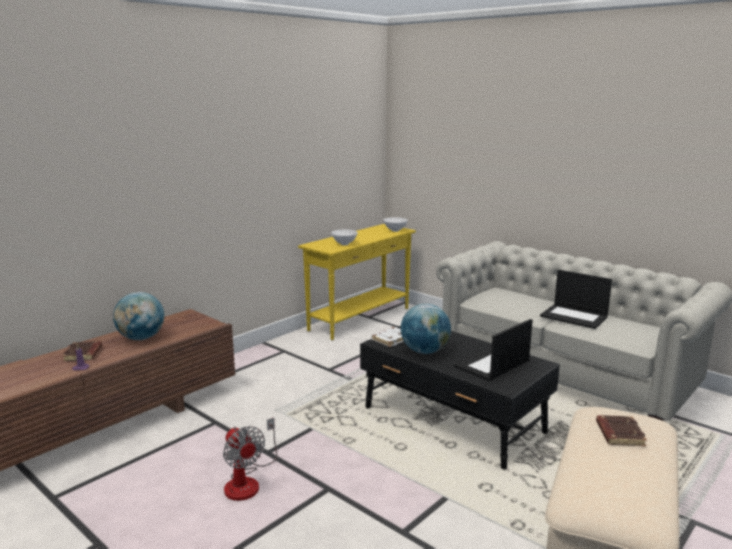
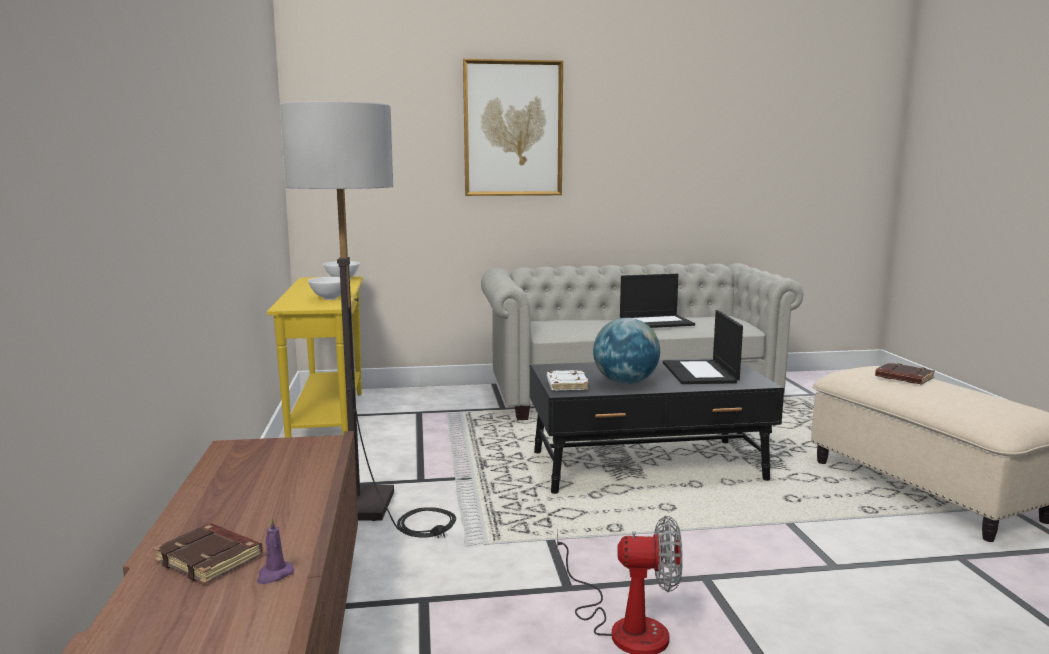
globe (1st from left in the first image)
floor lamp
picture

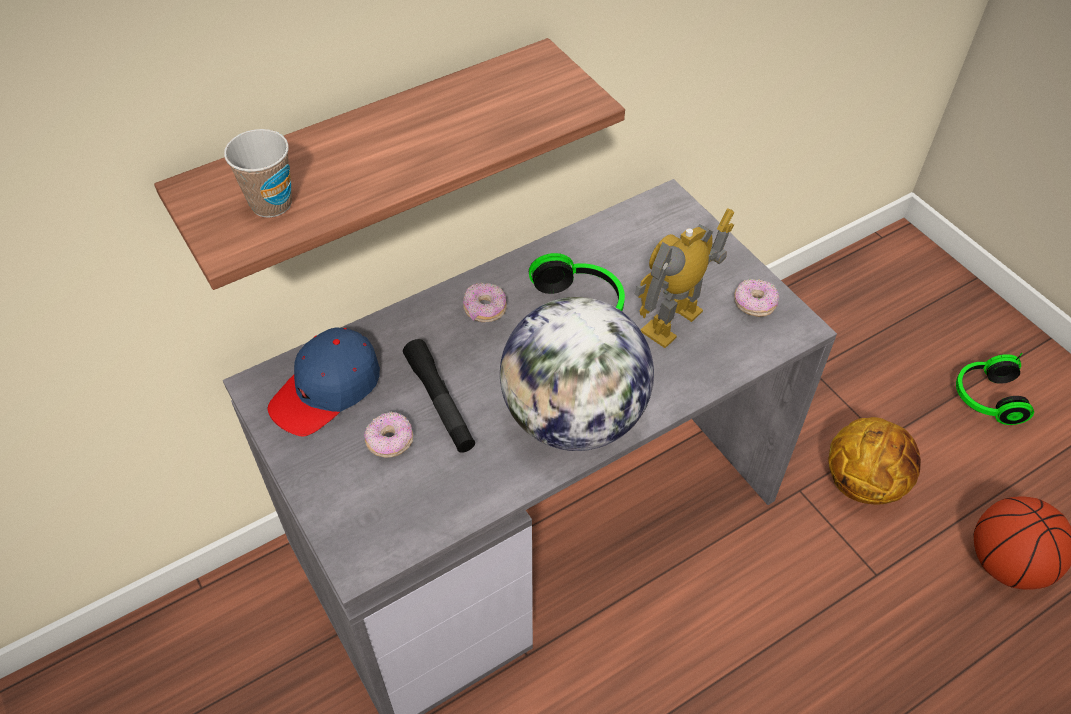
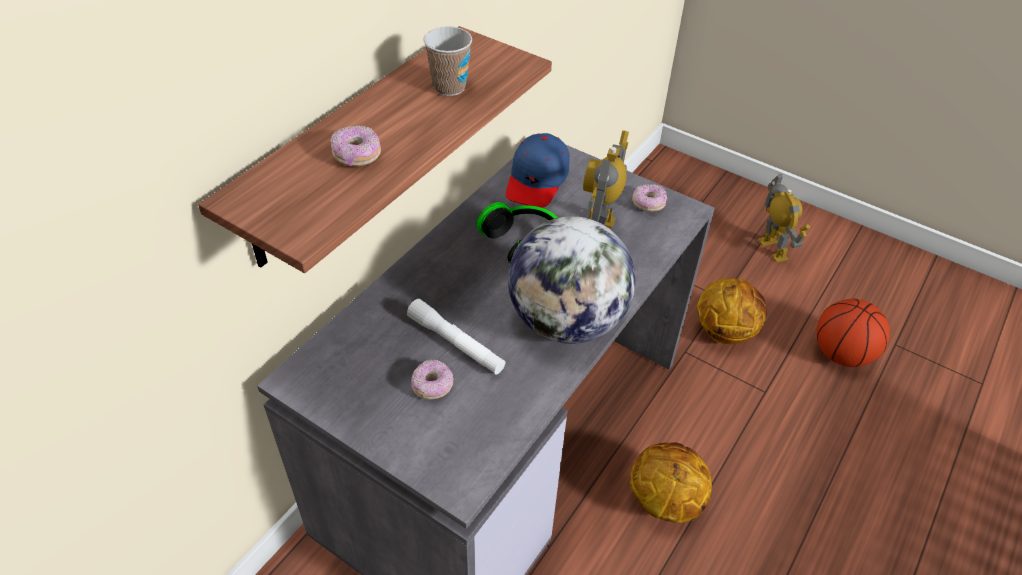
basketball (1st from left)
cup
blue cap
donut (1st from left)
toy robot (2nd from left)
white flashlight

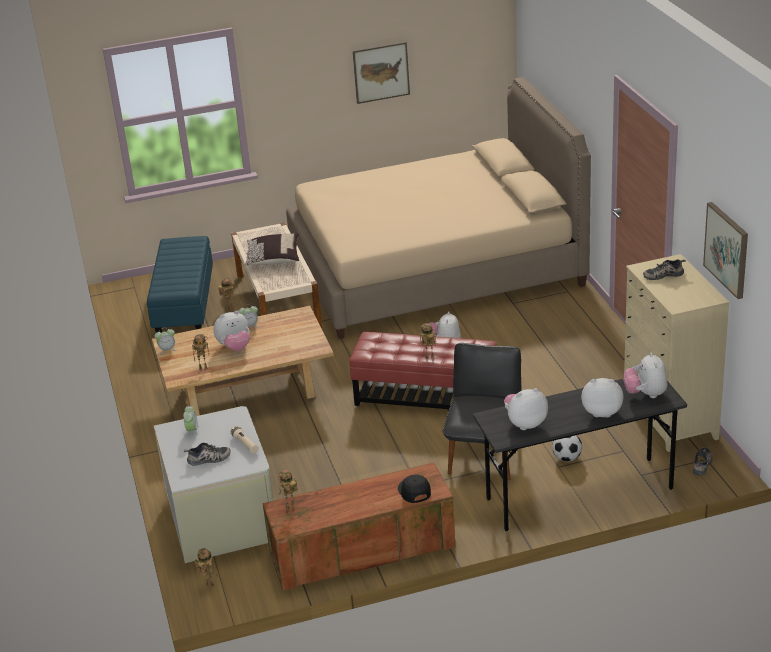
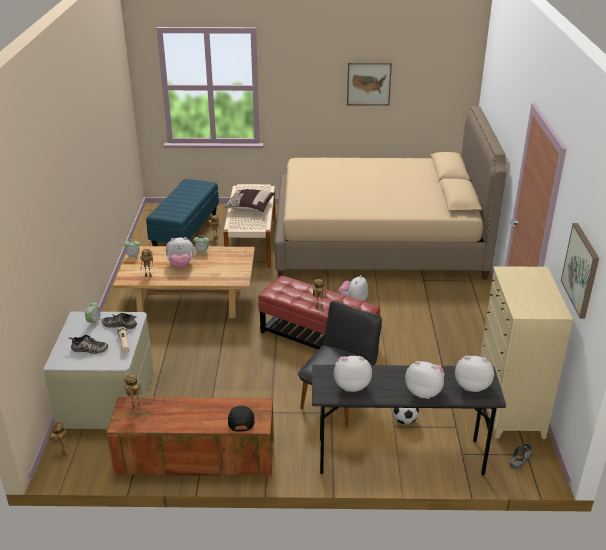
shoe (2nd from left)
plush toy (5th from left)

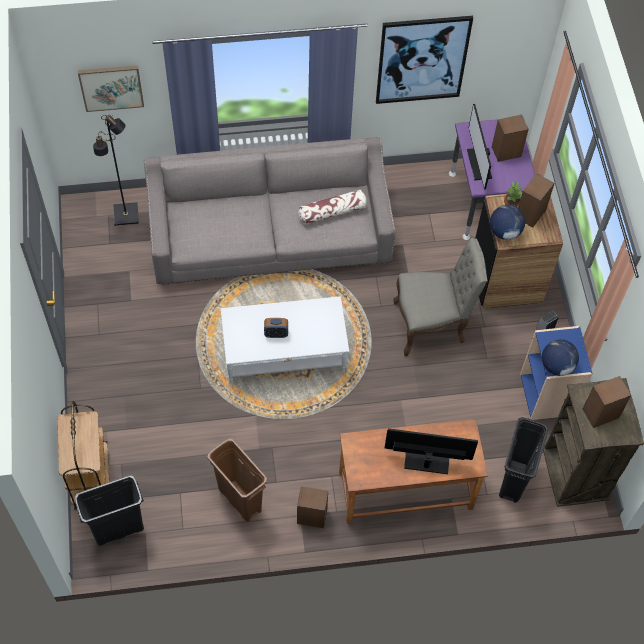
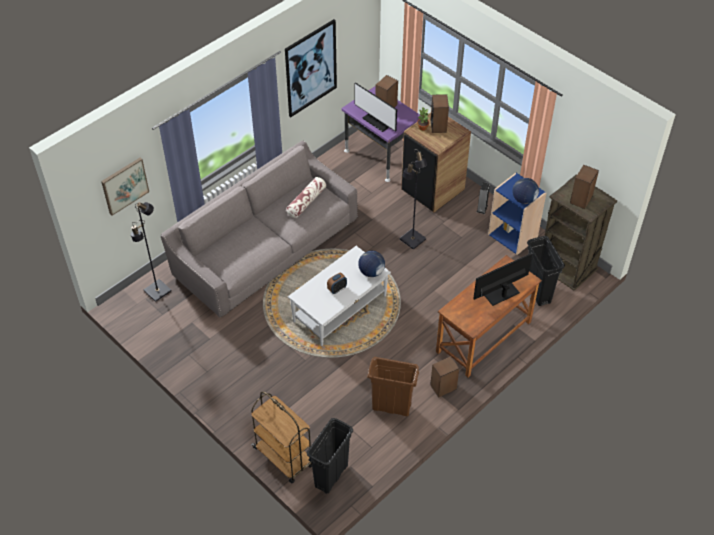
globe (1st from left)
black floor lamp (2nd from left)

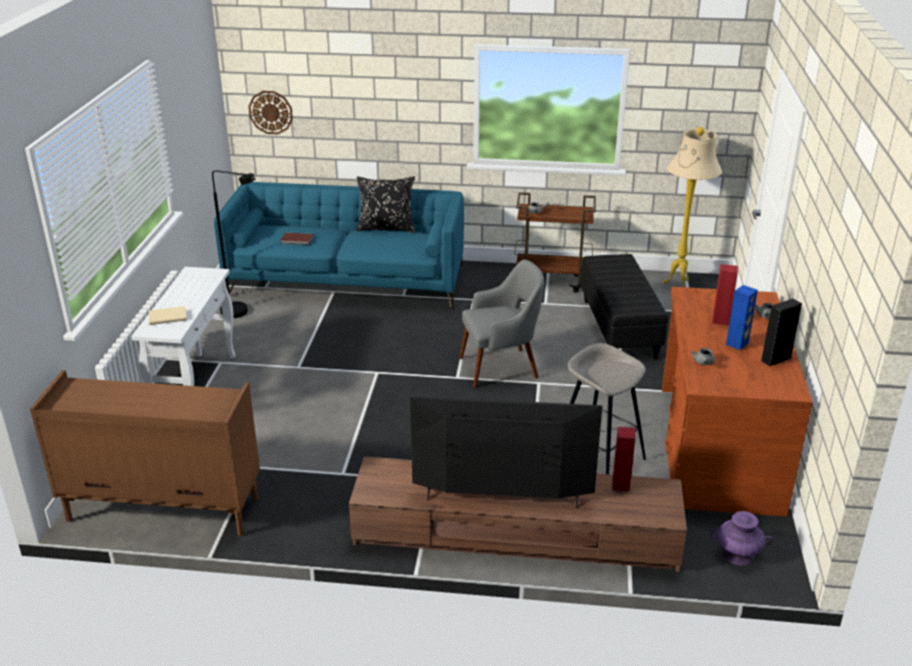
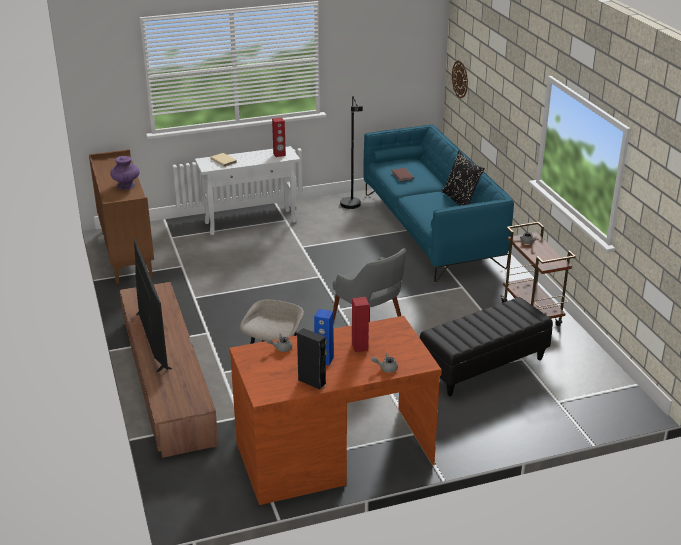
beige floor lamp
red speaker (1st from left)
purple vase

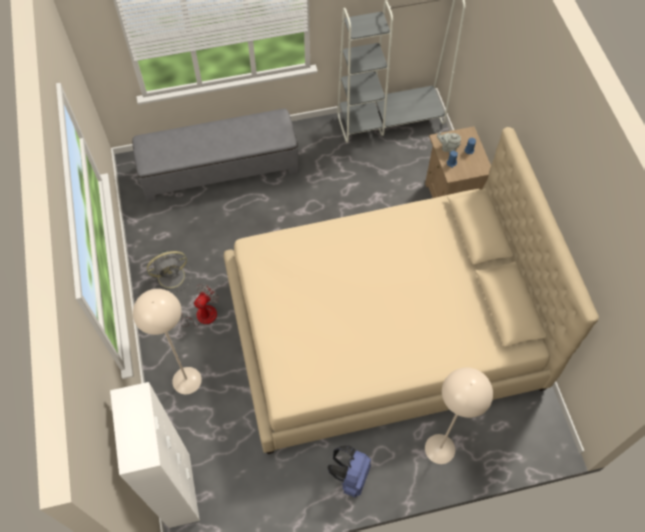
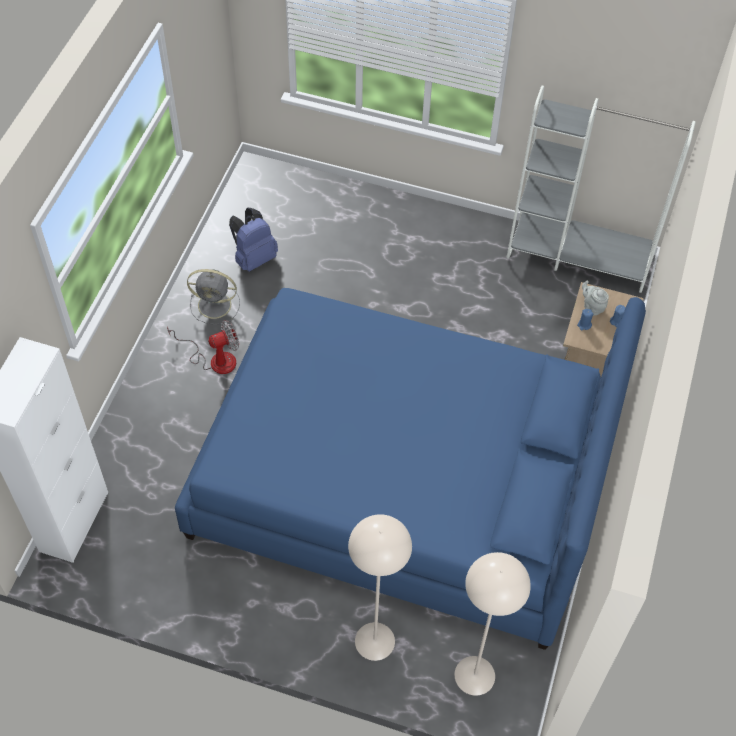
grey bench
beige floor lamp (2nd from left)
blue backpack
blue bed

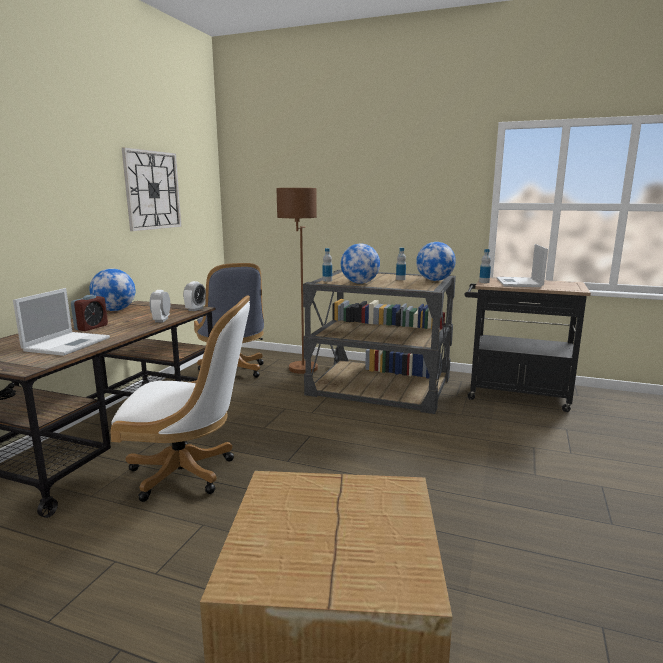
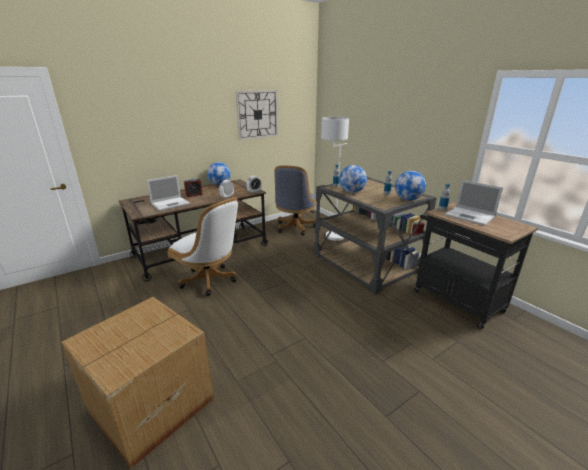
white floor lamp
laptop (2nd from left)

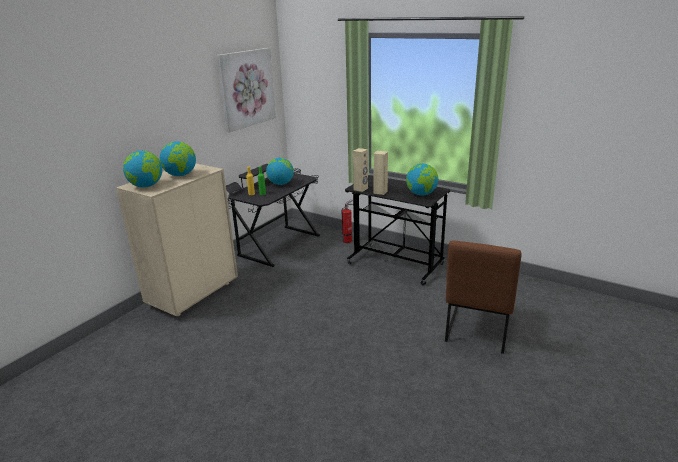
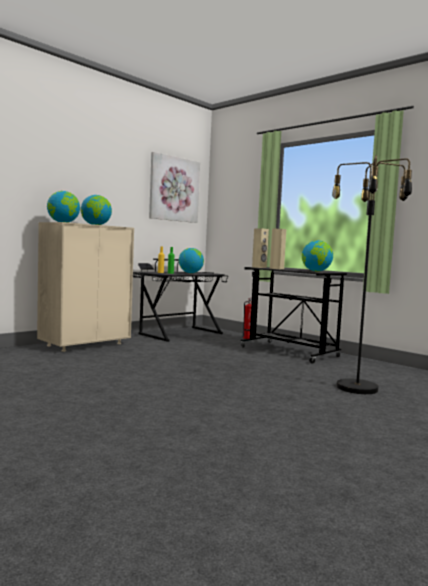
floor lamp

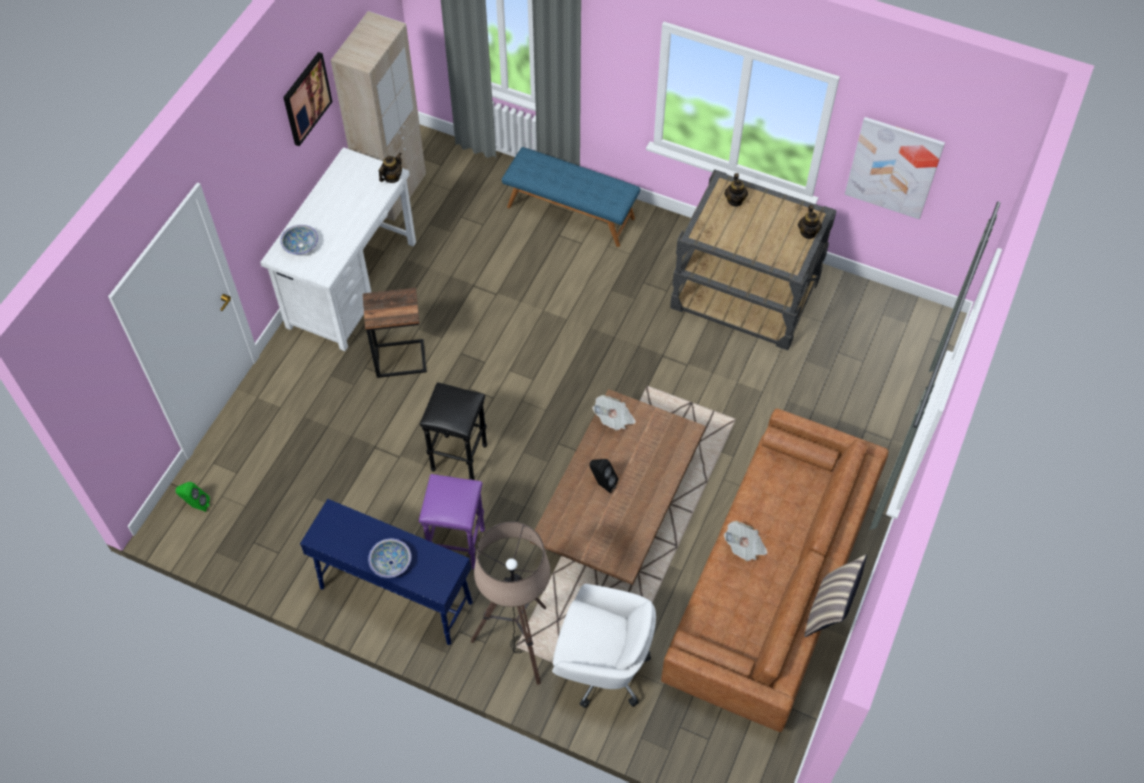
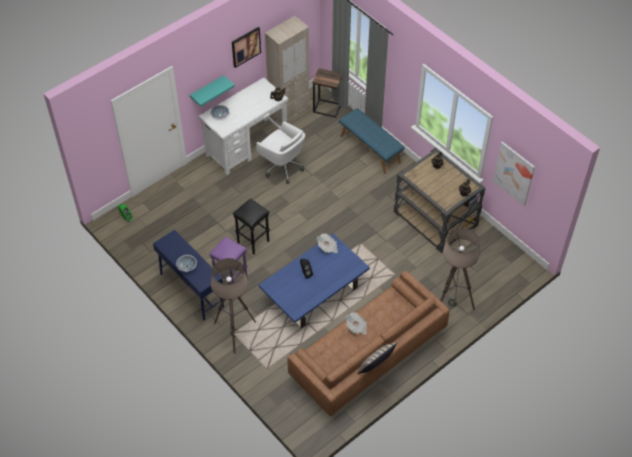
turquoise shelf
floor lamp (2nd from left)
side table
white office chair
blue coffee table

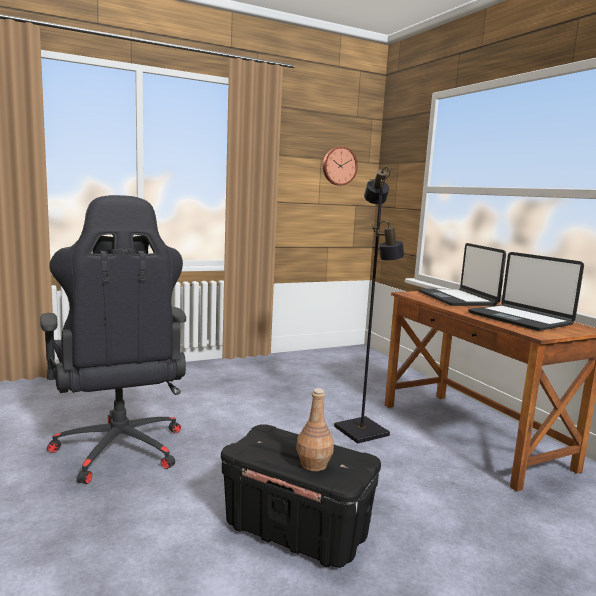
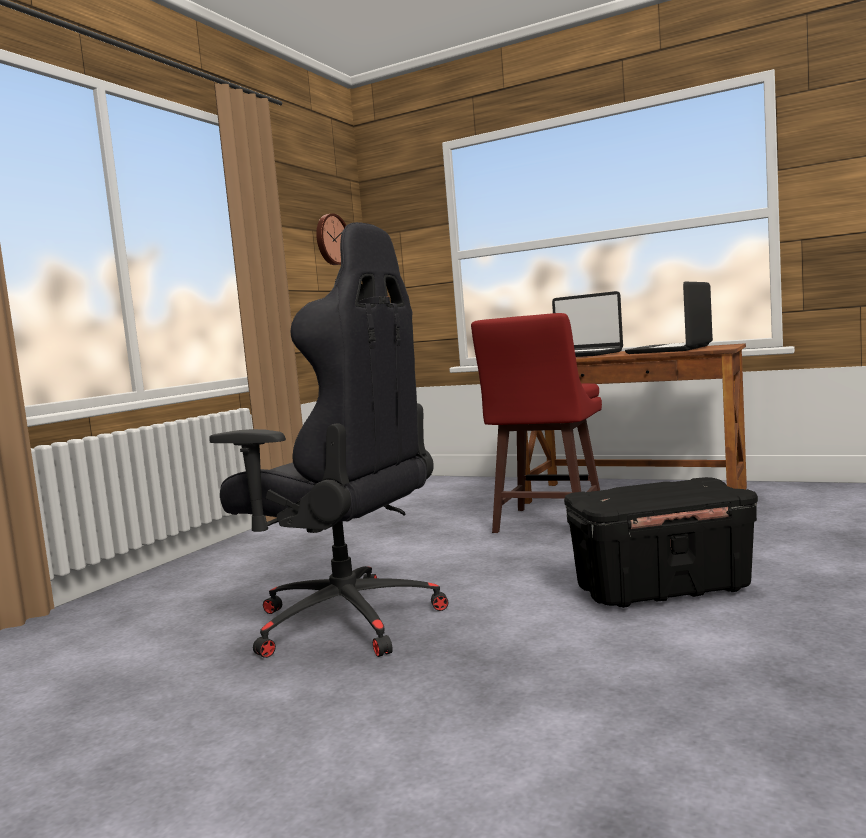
brown bottle
red stool
laptop (2nd from left)

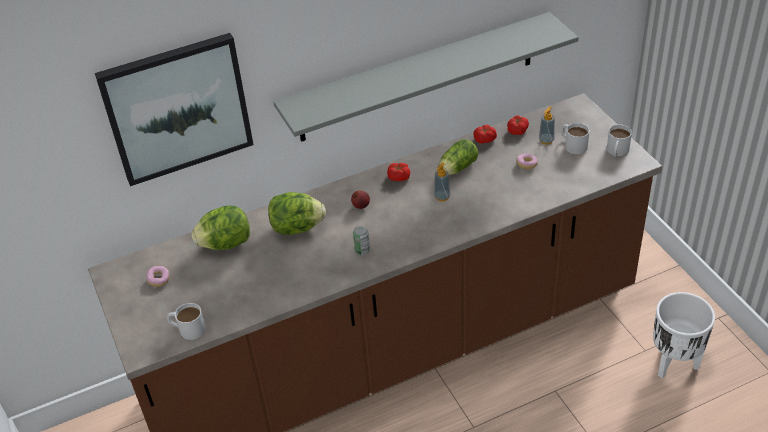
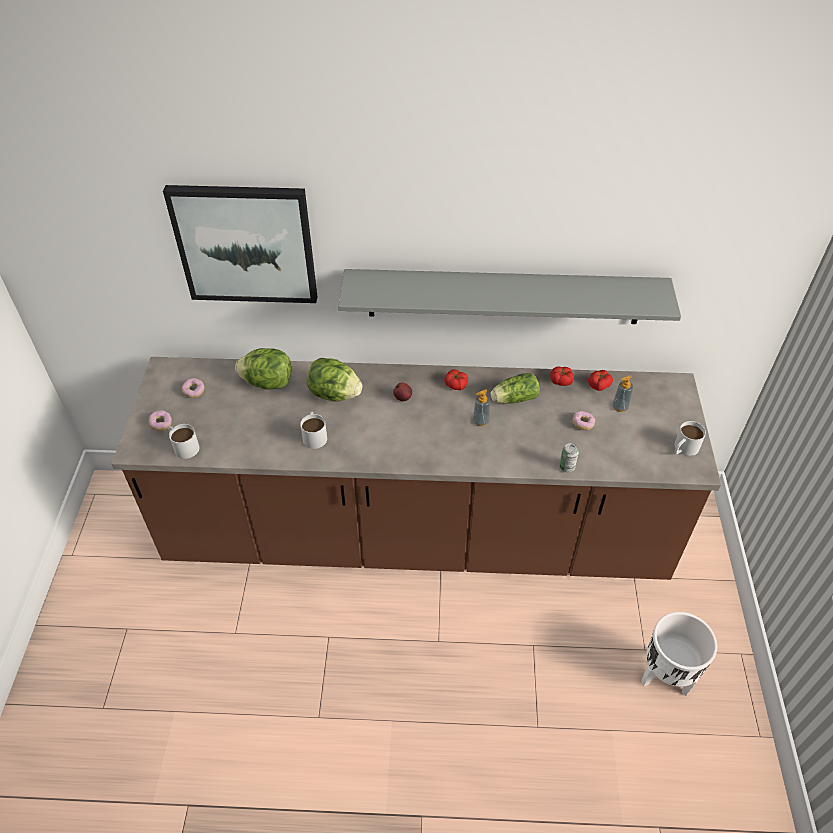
donut (1st from left)
can
white mug (2nd from left)

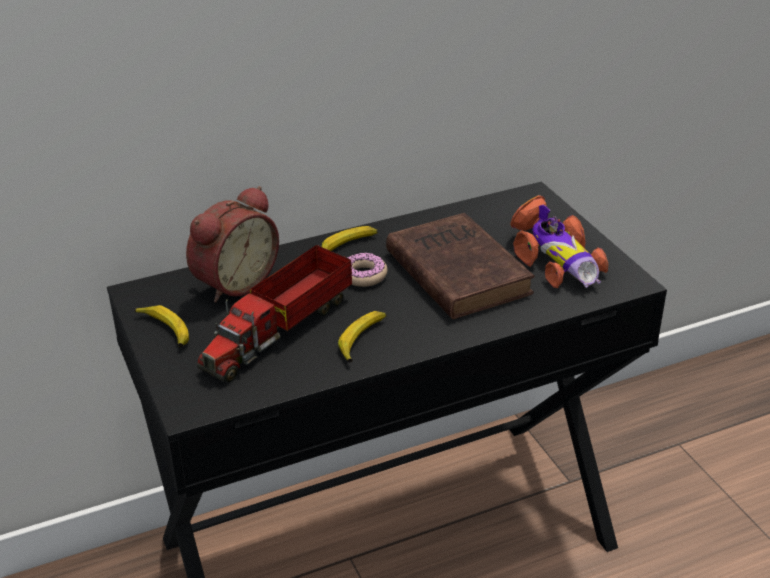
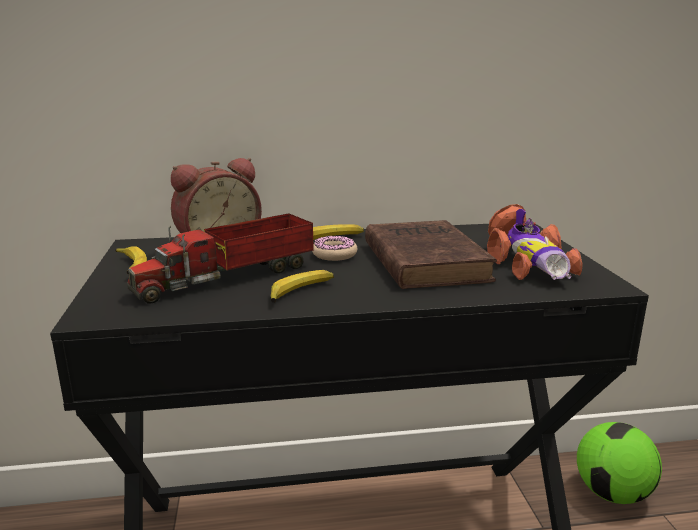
football

